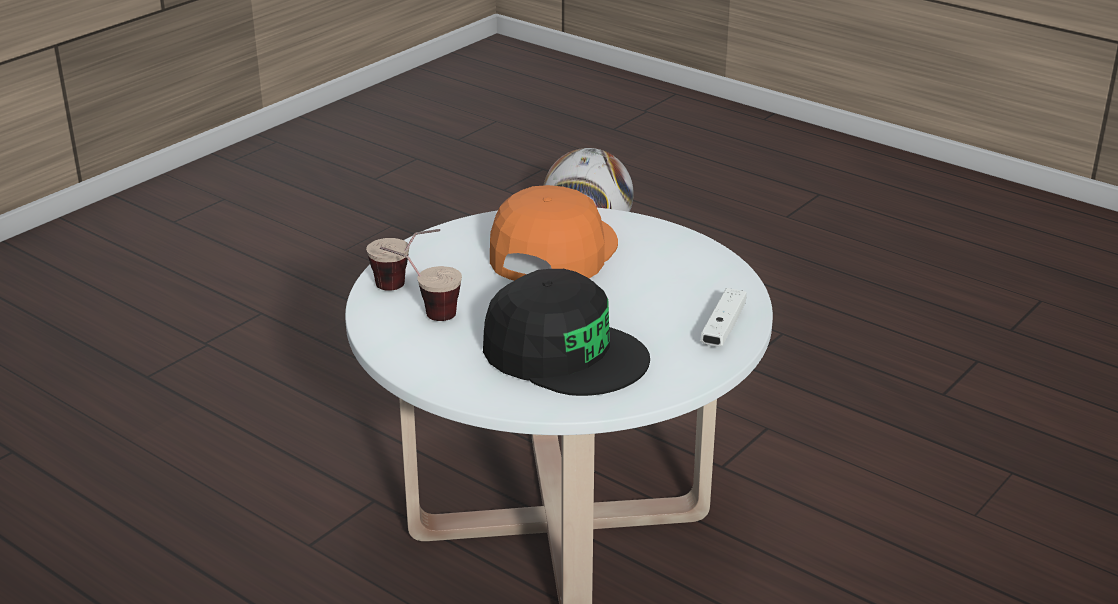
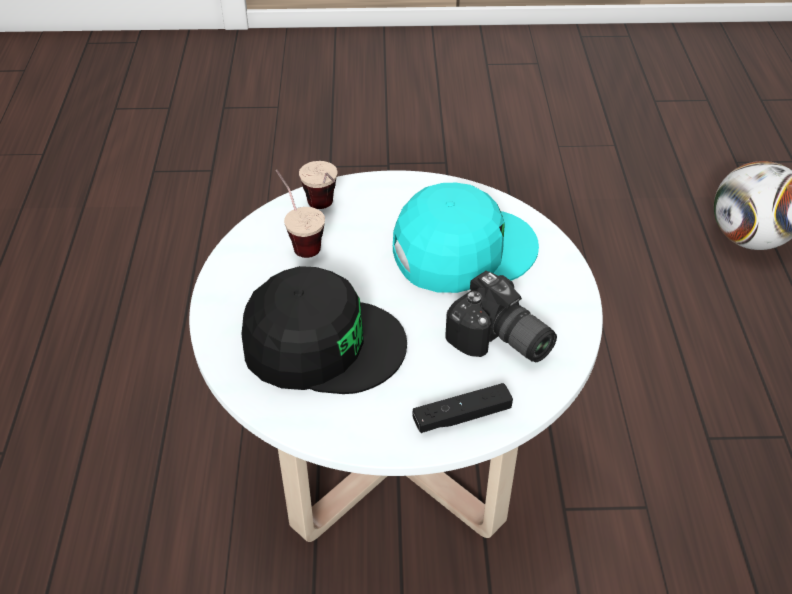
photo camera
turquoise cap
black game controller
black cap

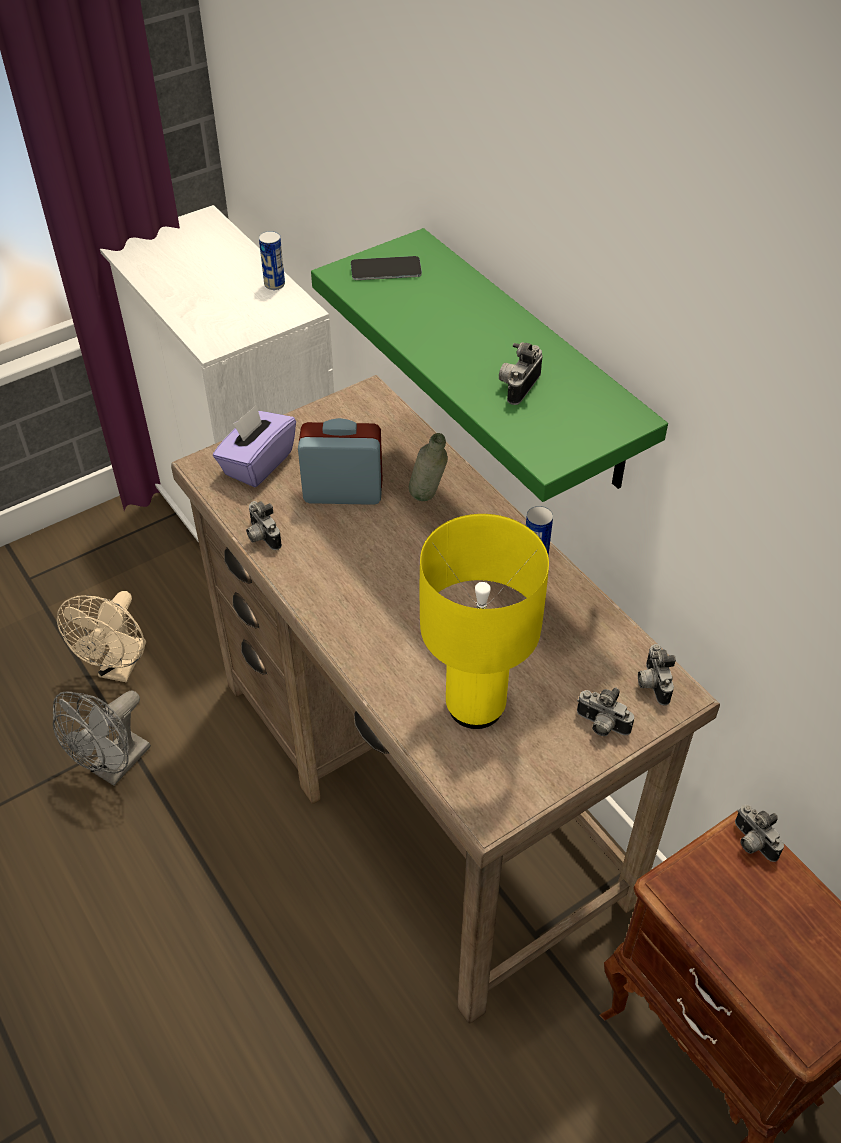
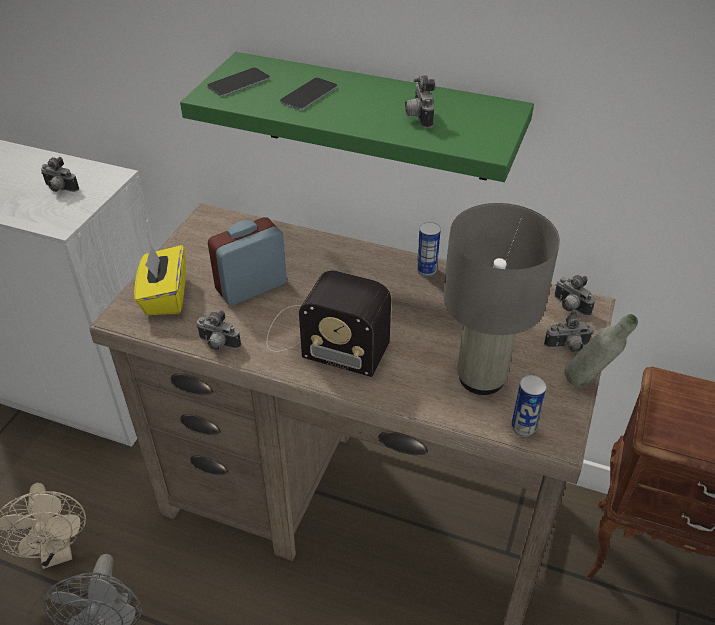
radio
phone (2nd from left)
can (2nd from left)
grey bottle
photo camera (1st from left)
yellow tissue box
grey table lamp

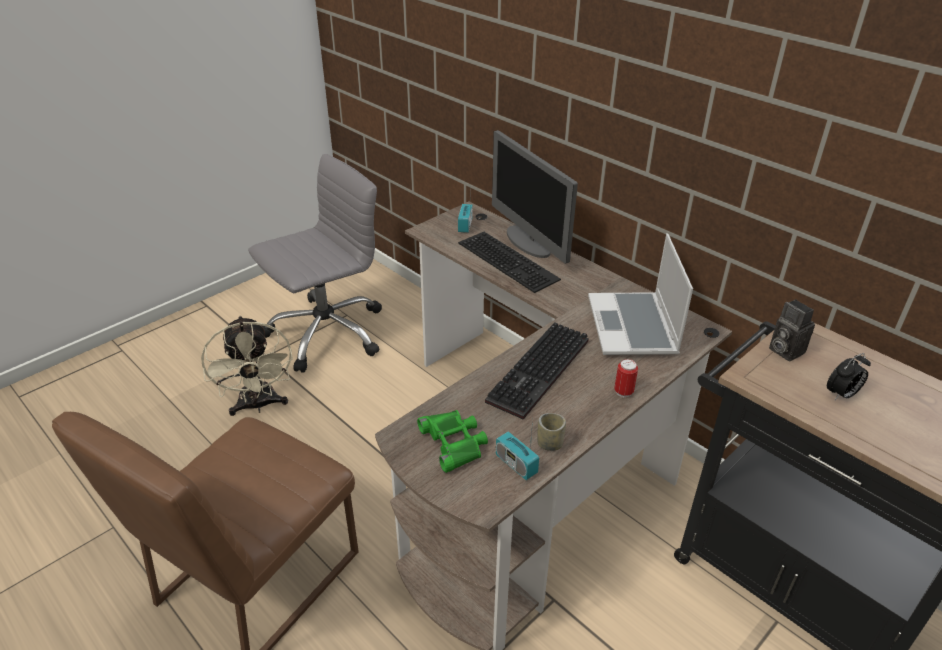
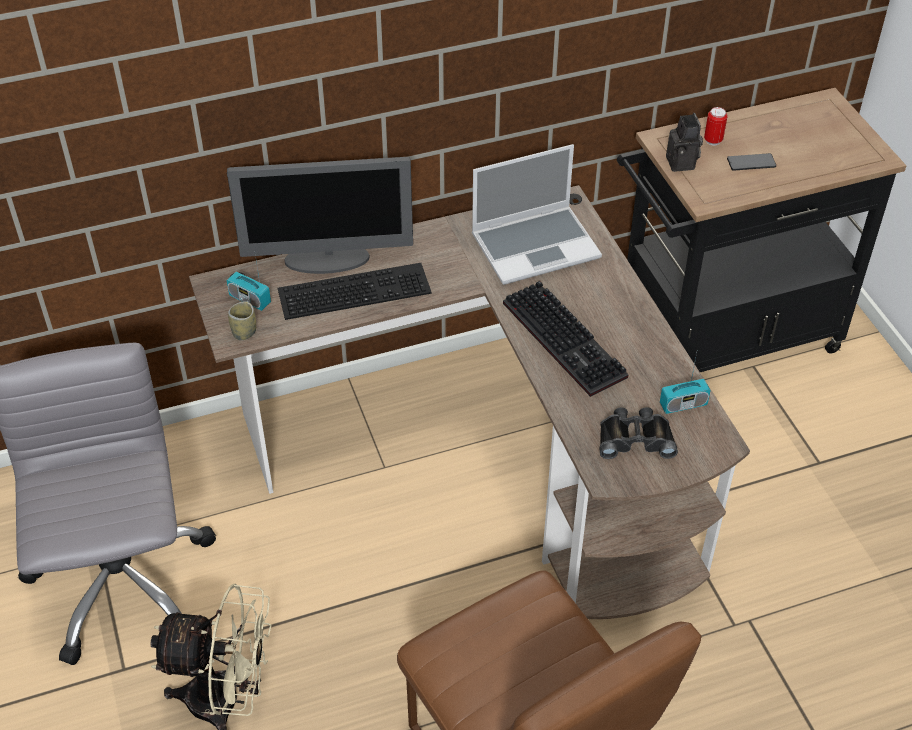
cup
can
phone
black binoculars
laptop
photo camera

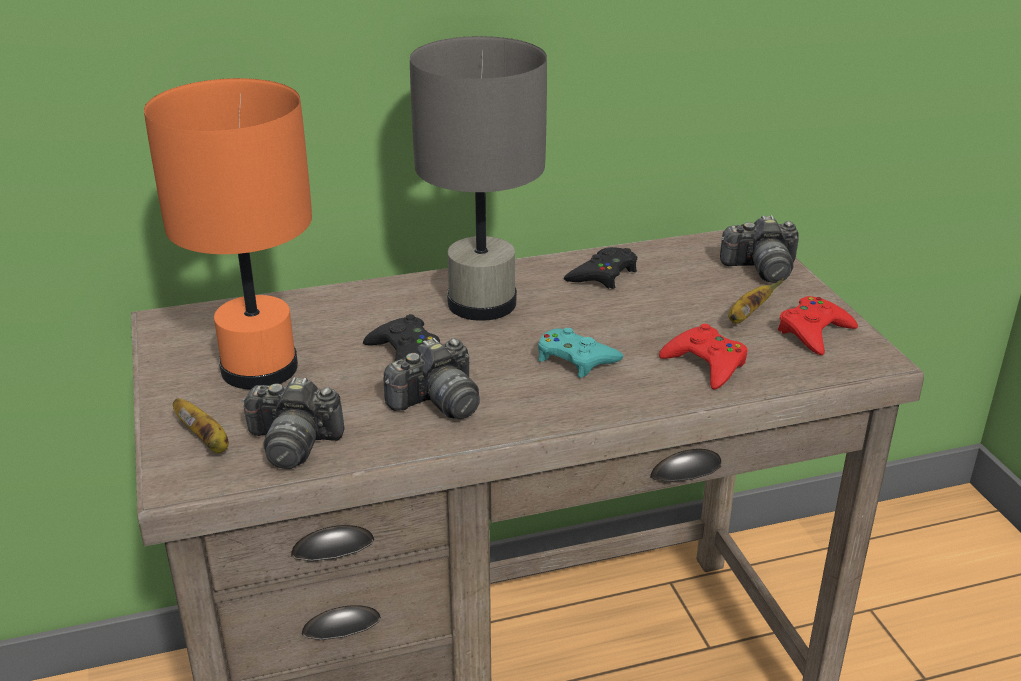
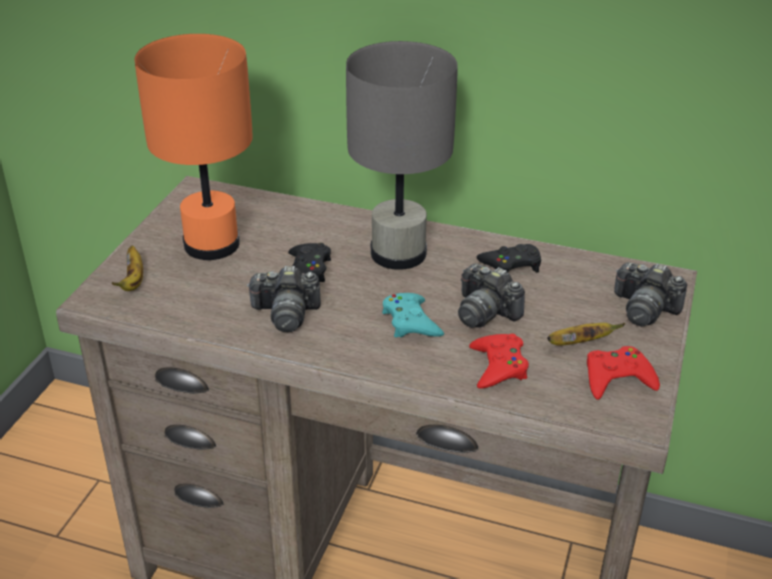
photo camera (2nd from left)

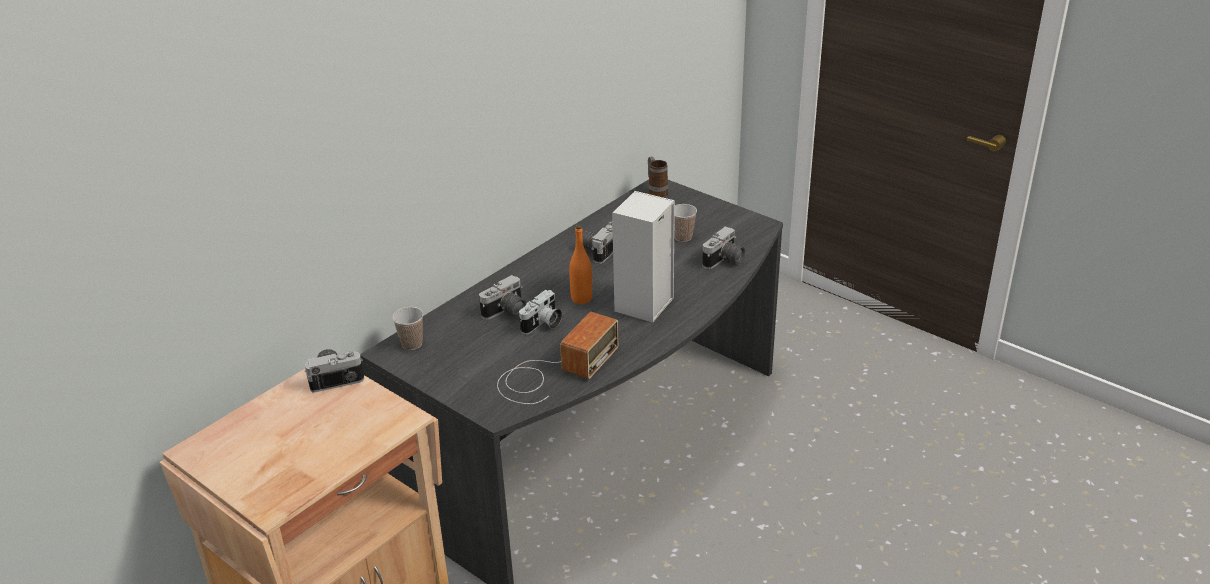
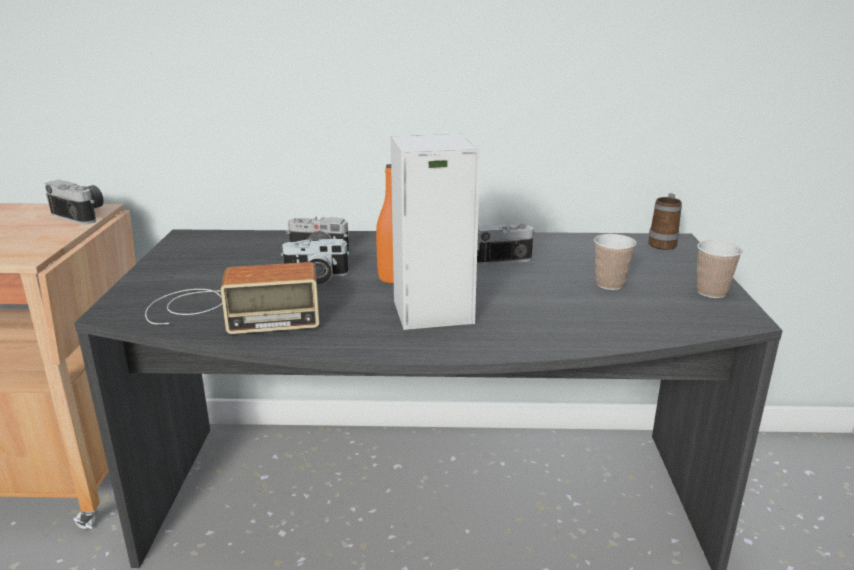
photo camera (5th from left in the first image)
cup (2nd from left)

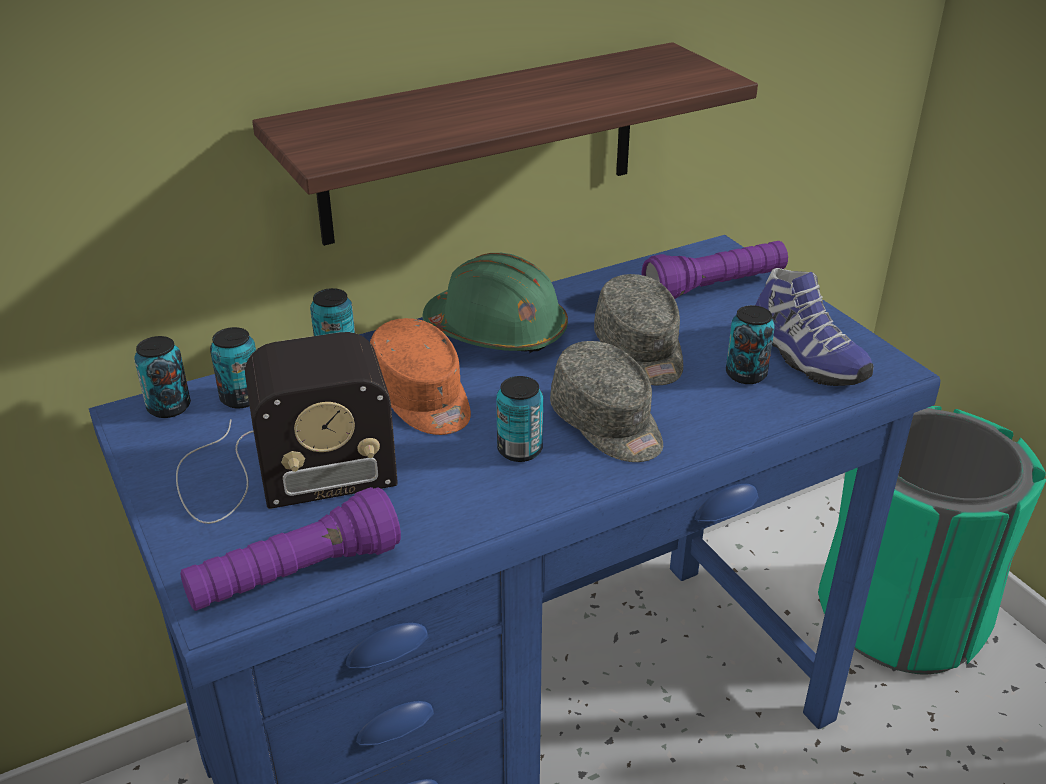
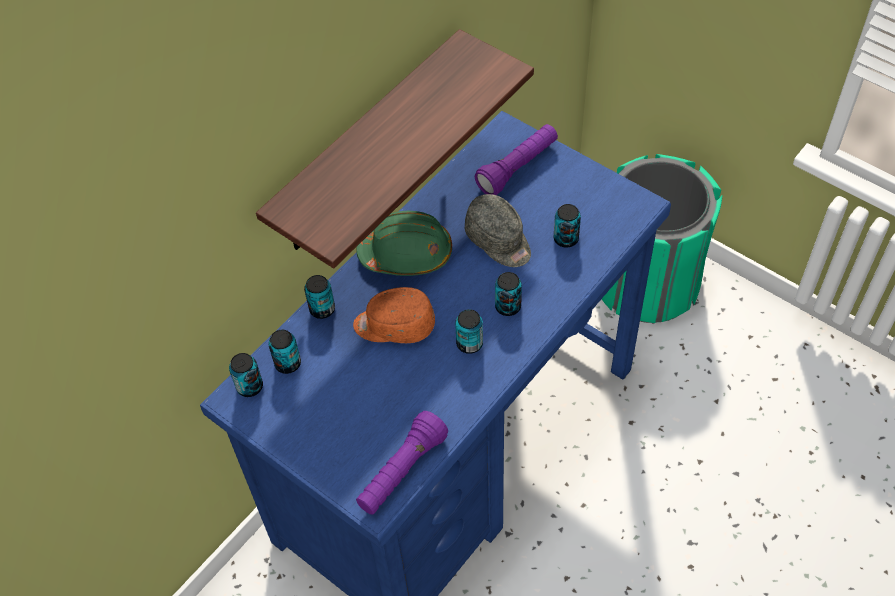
radio
shoe
can (5th from left)
orange cap

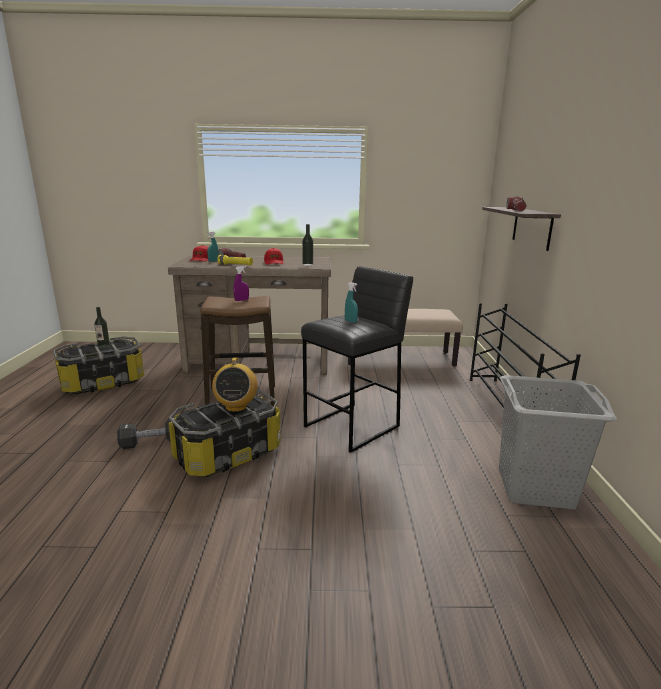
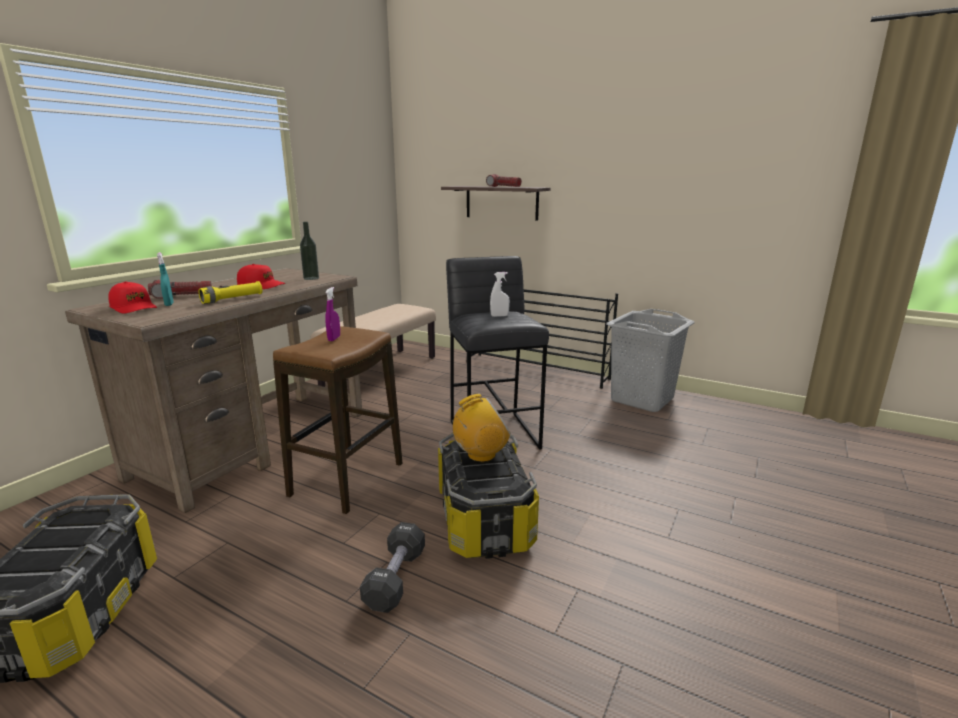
bottle (1st from left in the first image)
white spray bottle
radio

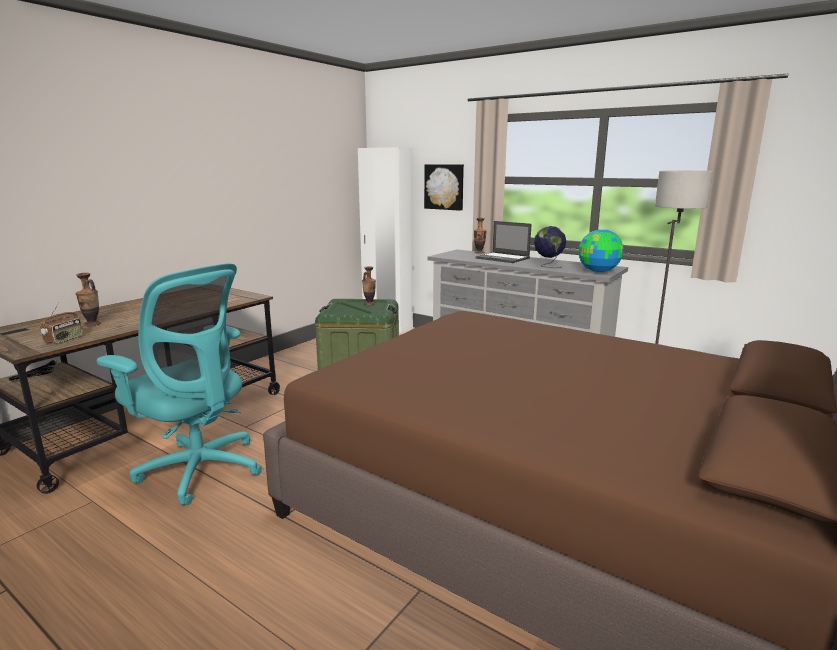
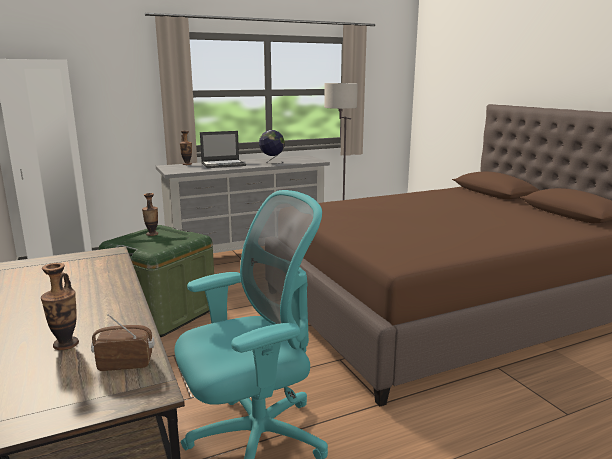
picture
globe (2nd from left in the first image)
radio

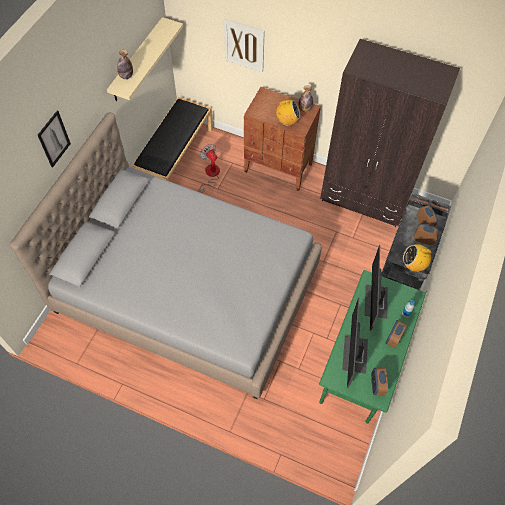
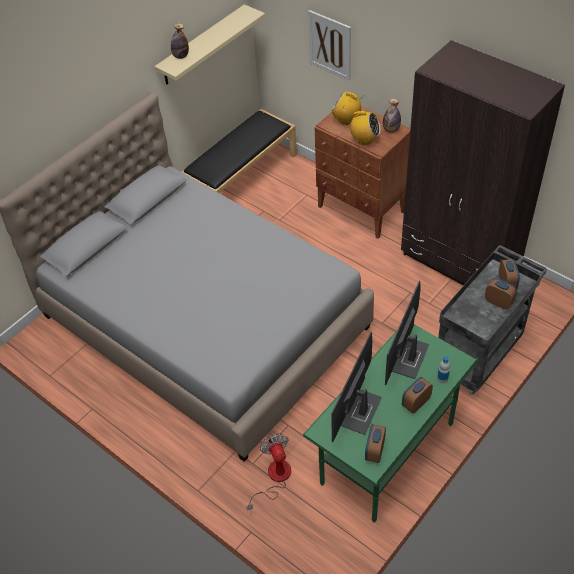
picture (1st from left in the first image)
fan
radio (1st from left)

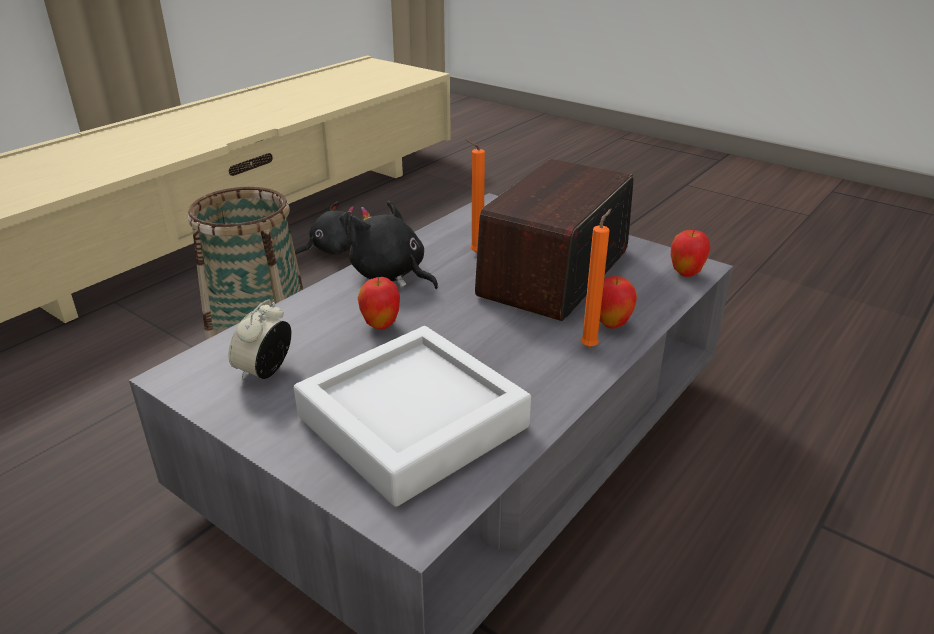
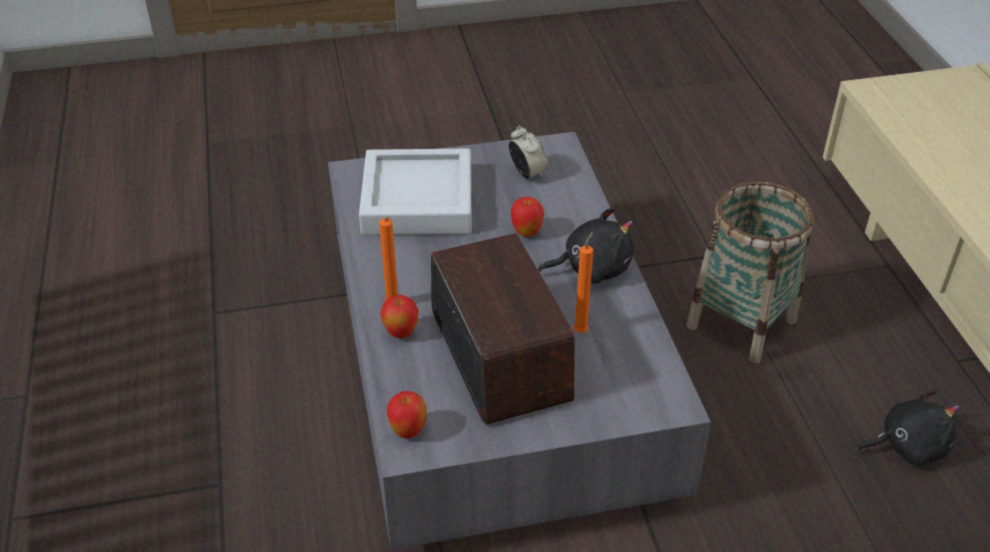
black plush toy (2nd from left)

